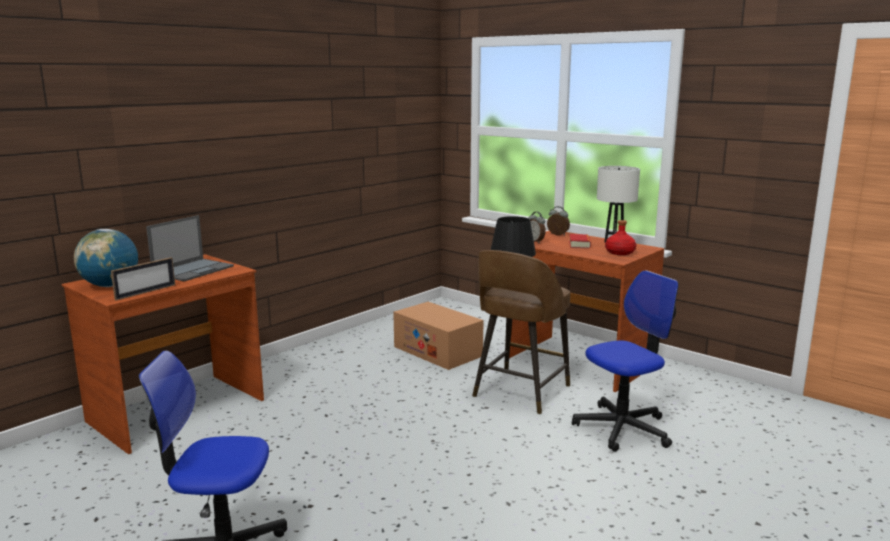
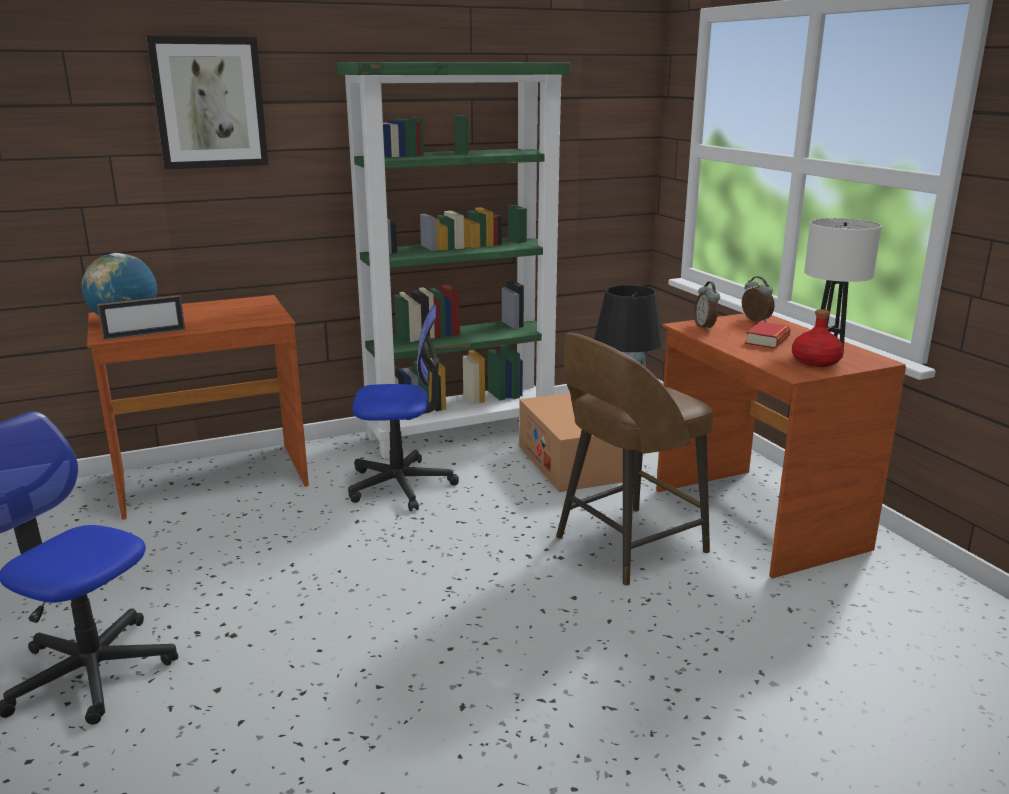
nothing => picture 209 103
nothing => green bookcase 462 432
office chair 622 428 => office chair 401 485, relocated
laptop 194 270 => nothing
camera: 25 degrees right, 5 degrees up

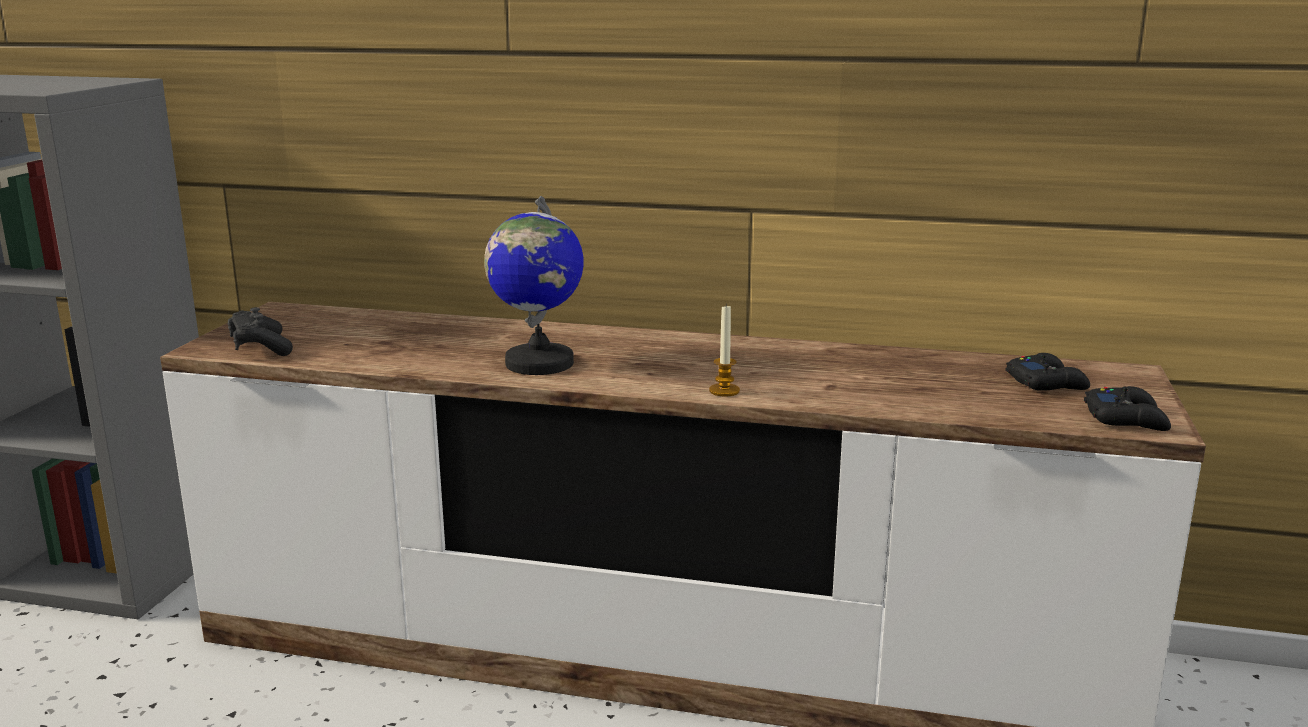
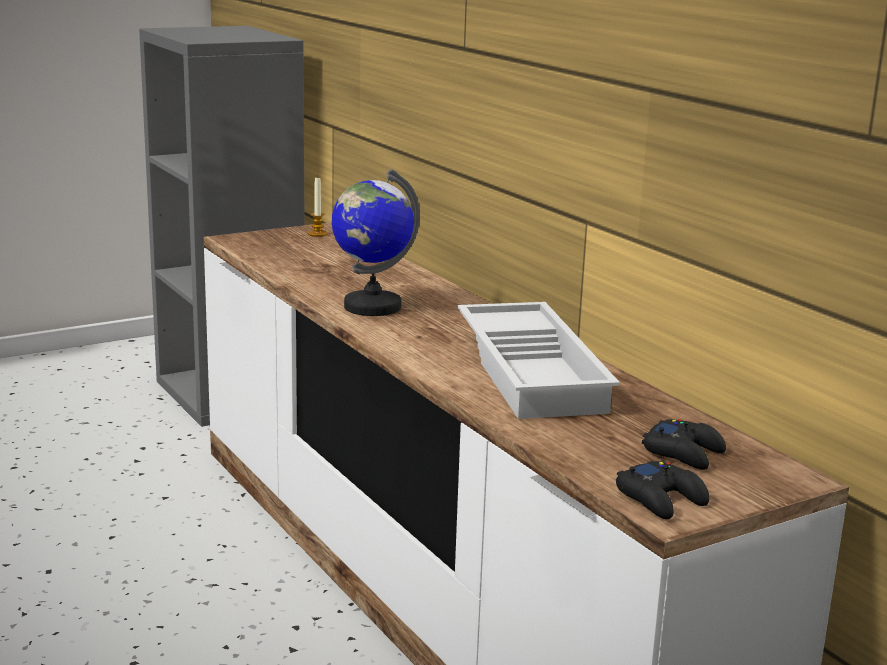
candle 724 391 => candle 317 234, relocated
nothing => white tray 534 372
black game controller 260 348 => nothing
camera: 45 degrees right, 0 degrees up

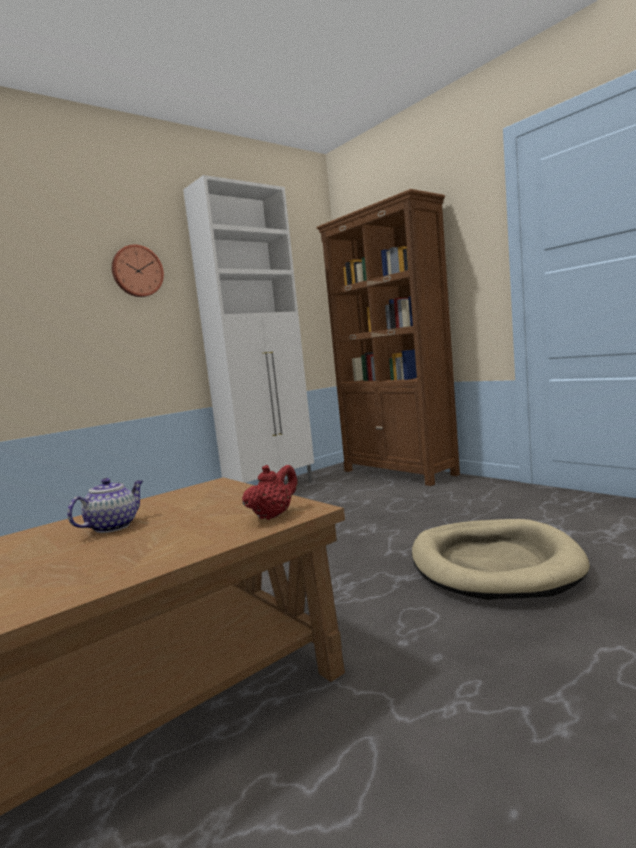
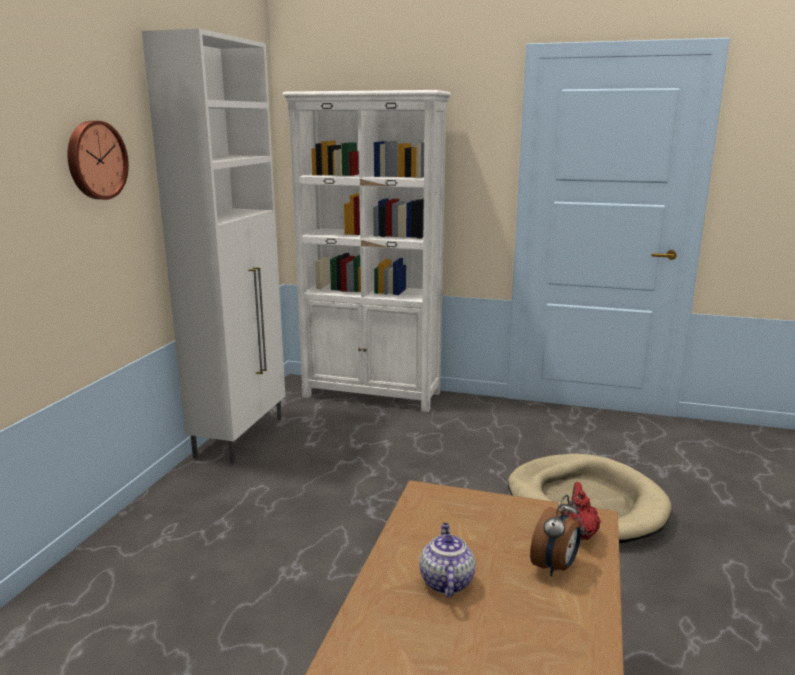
brown bookcase 399 473 => white bookcase 372 394
nothing => alarm clock 555 567
camera: 35 degrees left, 10 degrees up

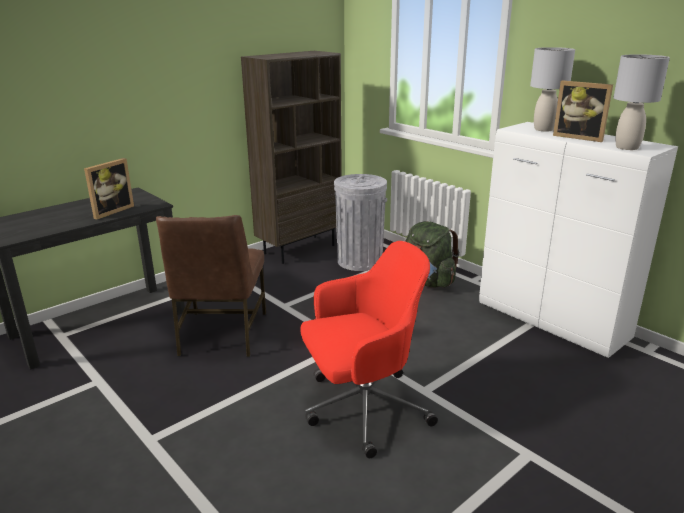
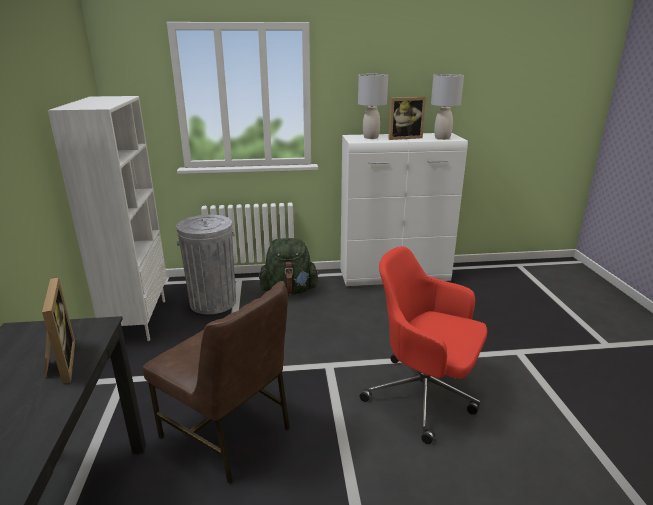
brown bookcase 299 249 => white bookcase 138 320
red office chair 362 409 => red office chair 424 396, 75 degrees counterclockwise
camera: 55 degrees left, 0 degrees up

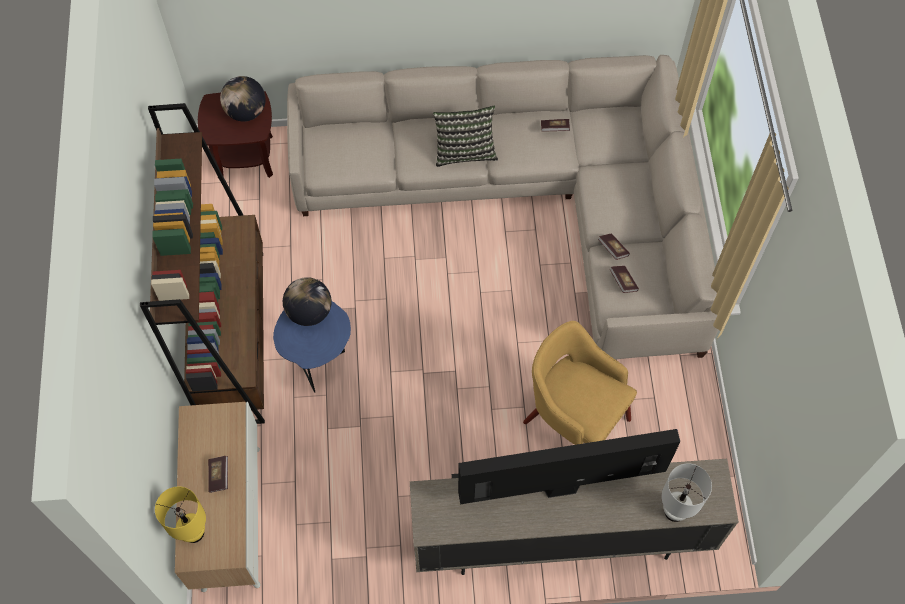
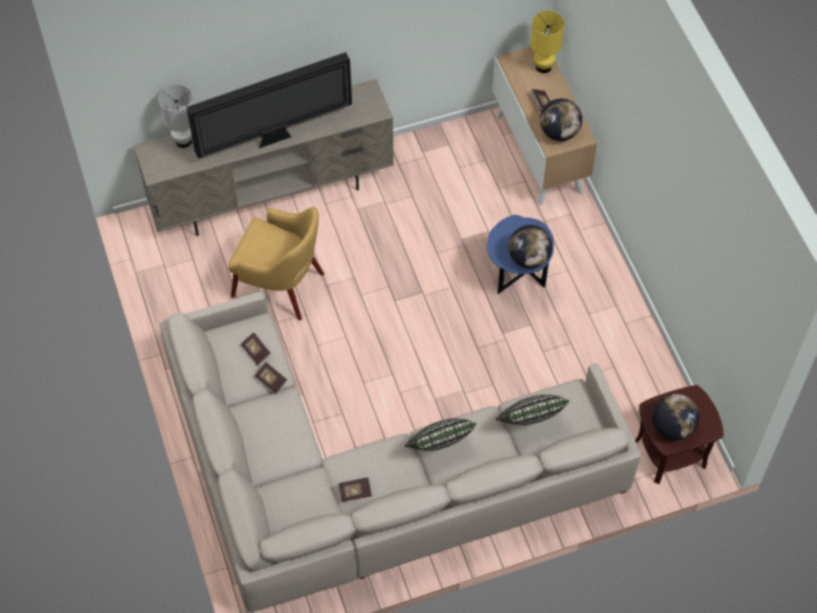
nothing => pillow 530 423
nothing => globe 559 132
brown bookcase 234 336 => nothing
camera: 165 degrees right, 5 degrees down

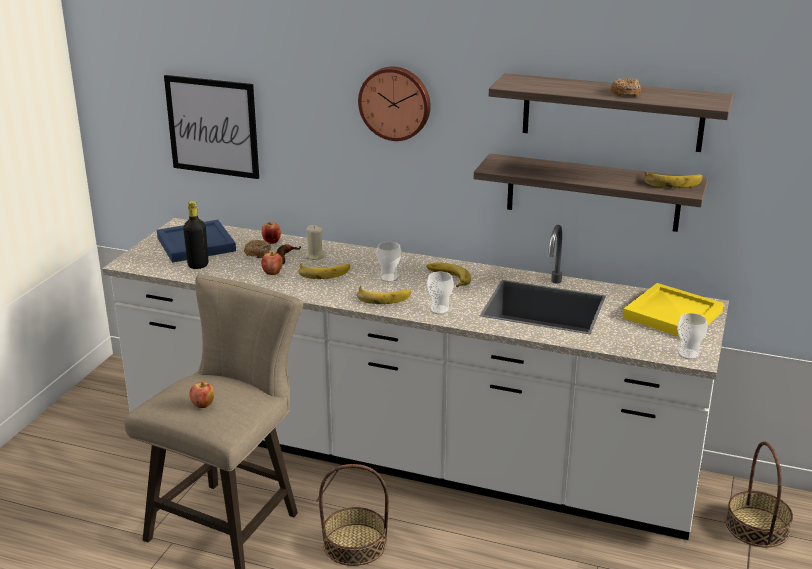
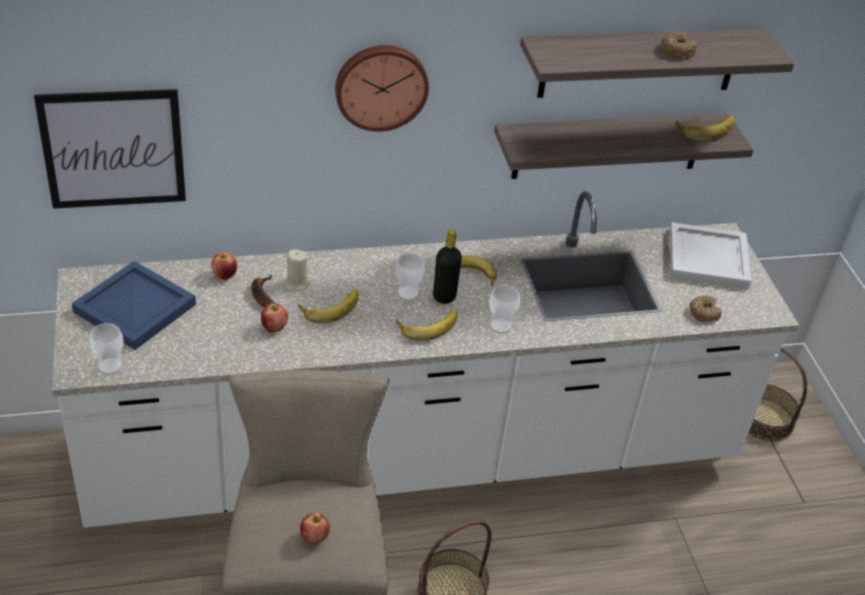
cup 688 354 => cup 110 366, relocated
black bottle 198 265 => black bottle 444 296, relocated
yellow tray 672 314 => white tray 706 258
donut 257 253 => donut 704 313, relocated
camera: 35 degrees left, 15 degrees up

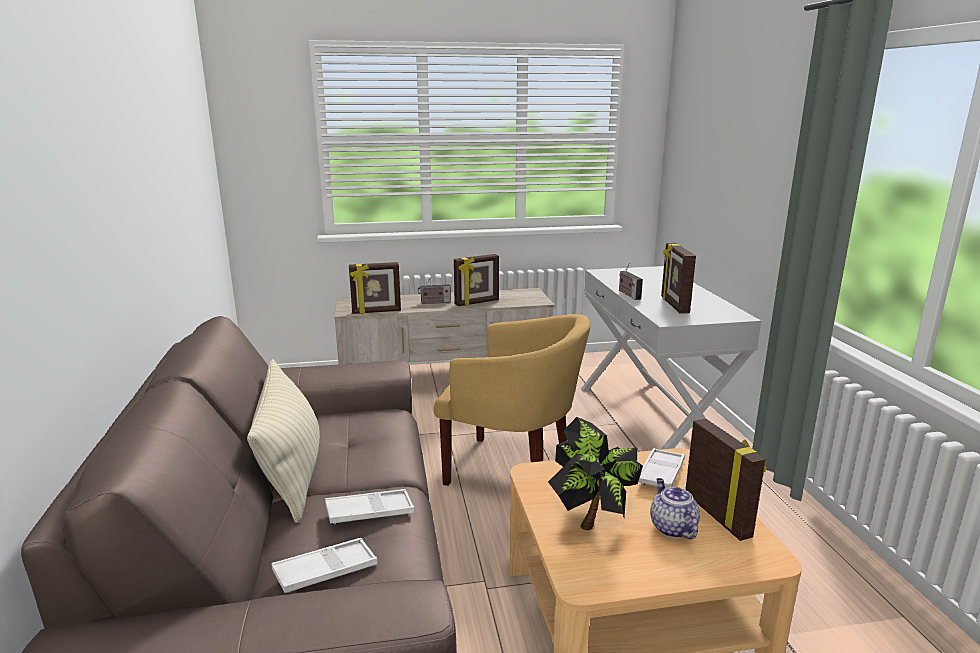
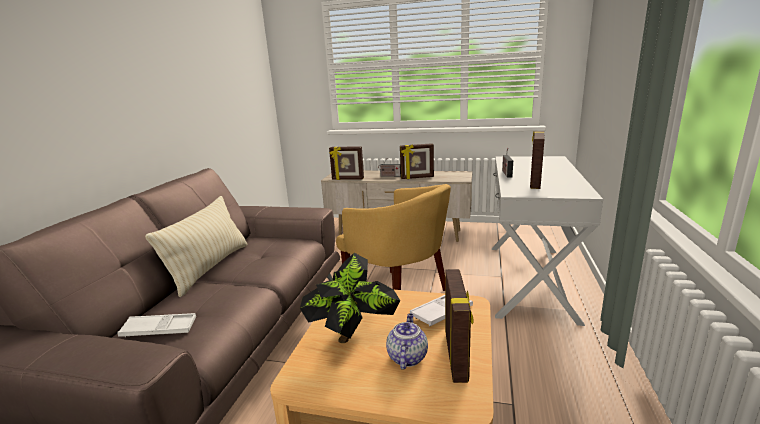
white tray 370 512 => nothing
camera: 25 degrees right, 0 degrees up

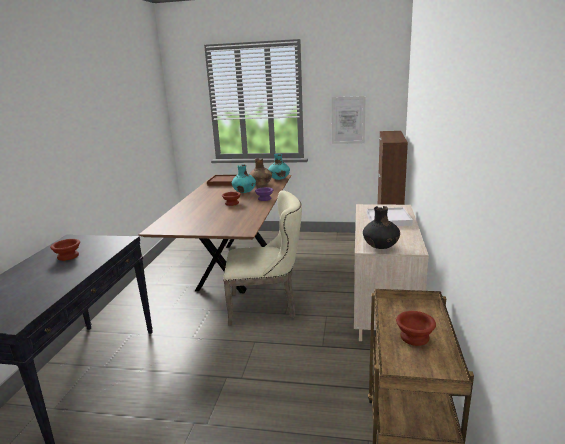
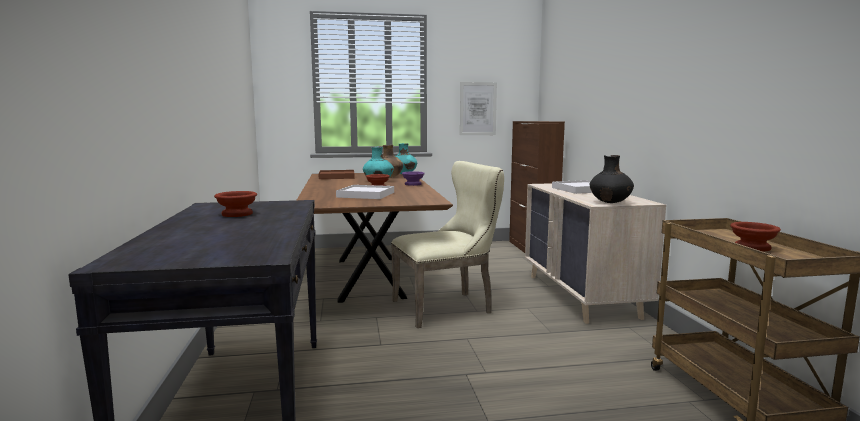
nothing => white tray 366 195
camera: 20 degrees left, 10 degrees down

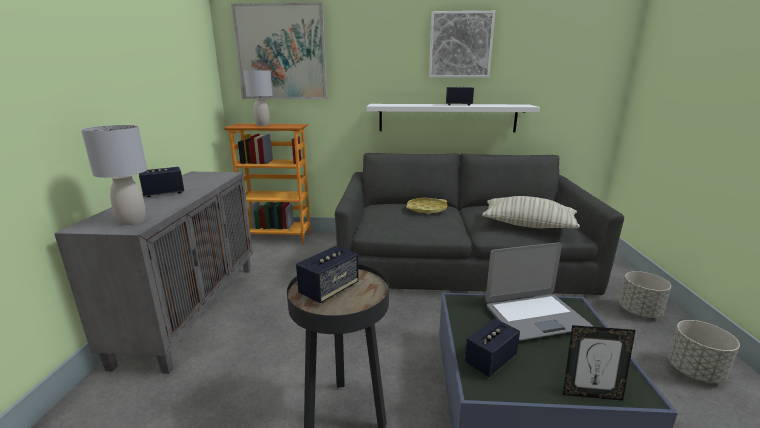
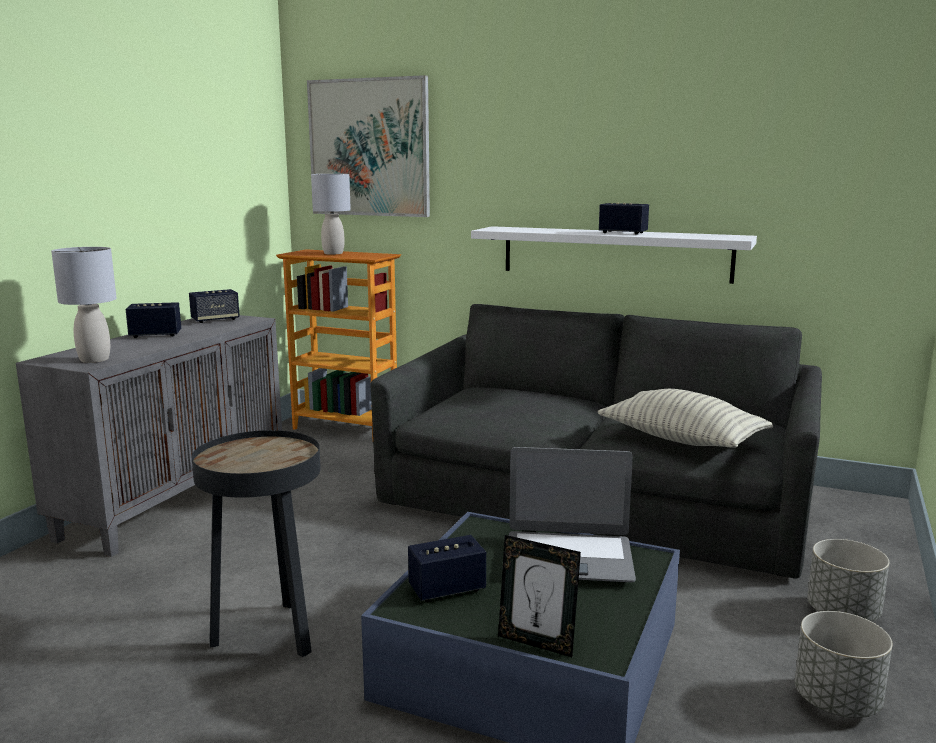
speaker 329 290 => speaker 215 320, relocated
yellow tray 426 209 => nothing
picture 460 45 => nothing
camera: 20 degrees right, 5 degrees down

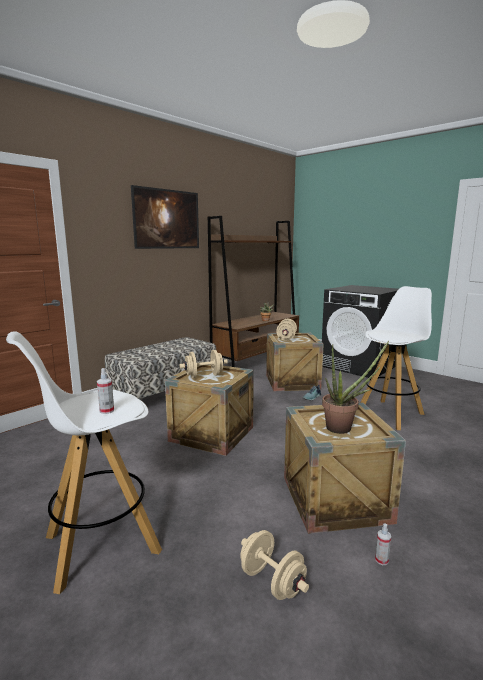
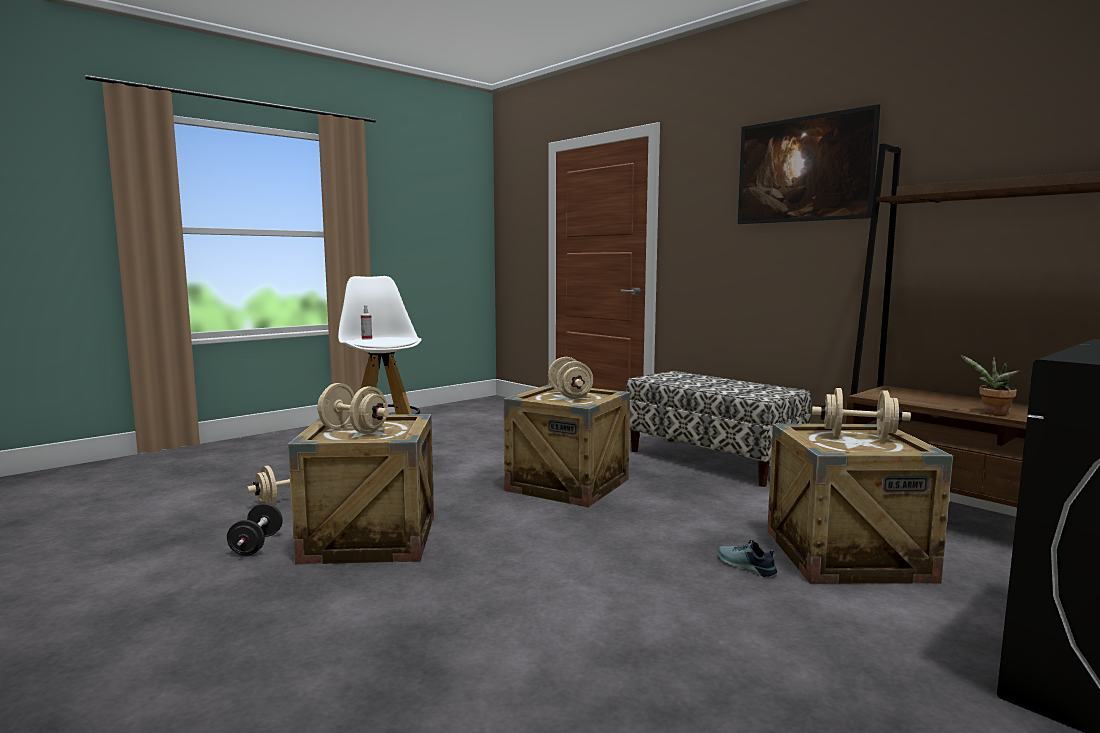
spray bottle 381 560 => black dumbbell 256 545
potted plant 344 428 => beige dumbbell 353 430
white stool 390 414 => nothing
camera: 95 degrees right, 5 degrees down

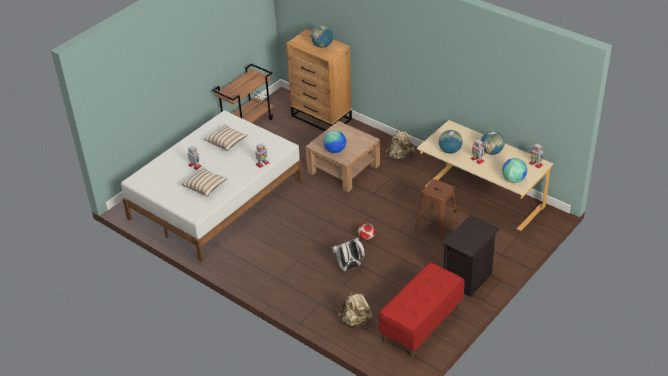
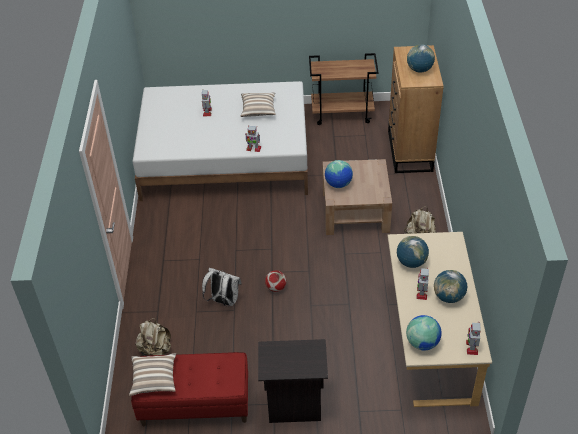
pillow 205 187 => pillow 154 379, relocated
brown stool 436 225 => nothing
camera: 50 degrees right, 5 degrees up

